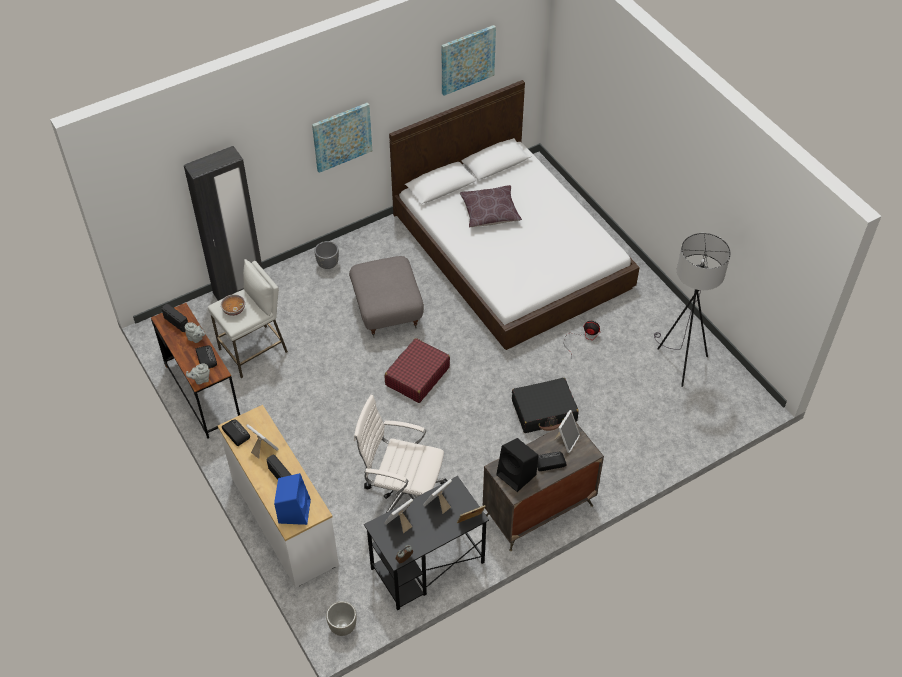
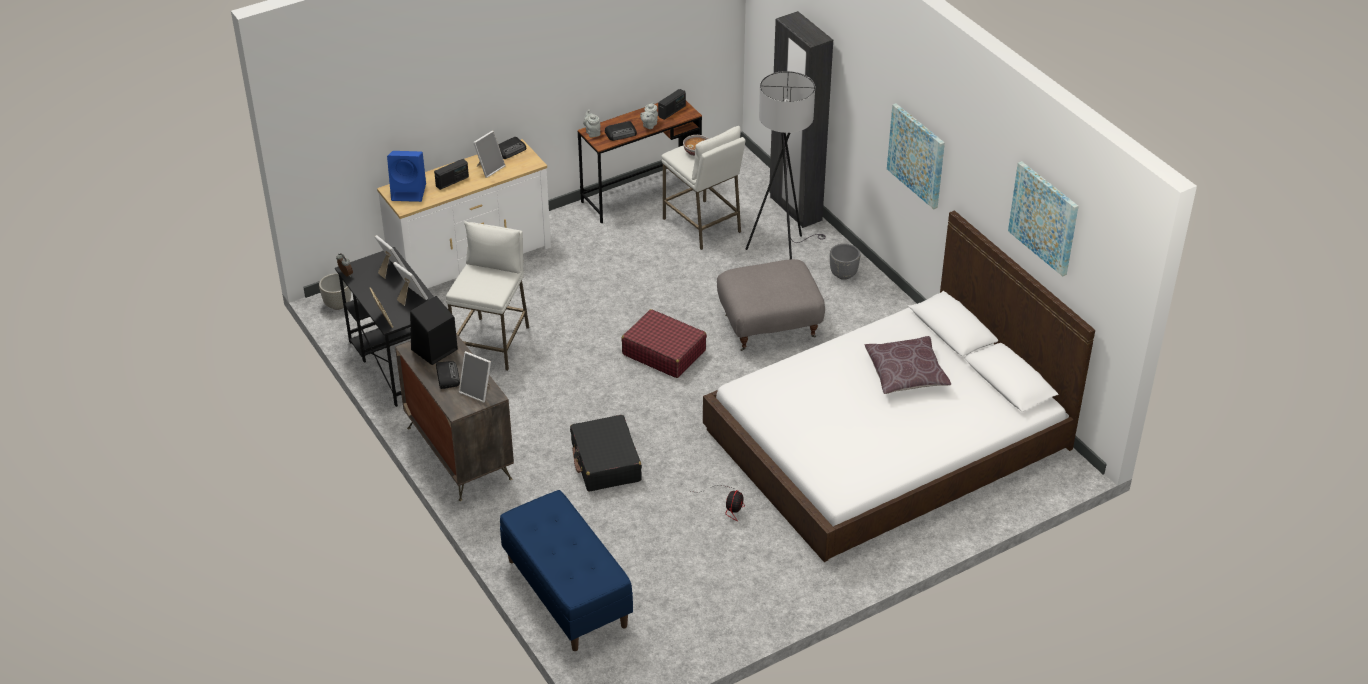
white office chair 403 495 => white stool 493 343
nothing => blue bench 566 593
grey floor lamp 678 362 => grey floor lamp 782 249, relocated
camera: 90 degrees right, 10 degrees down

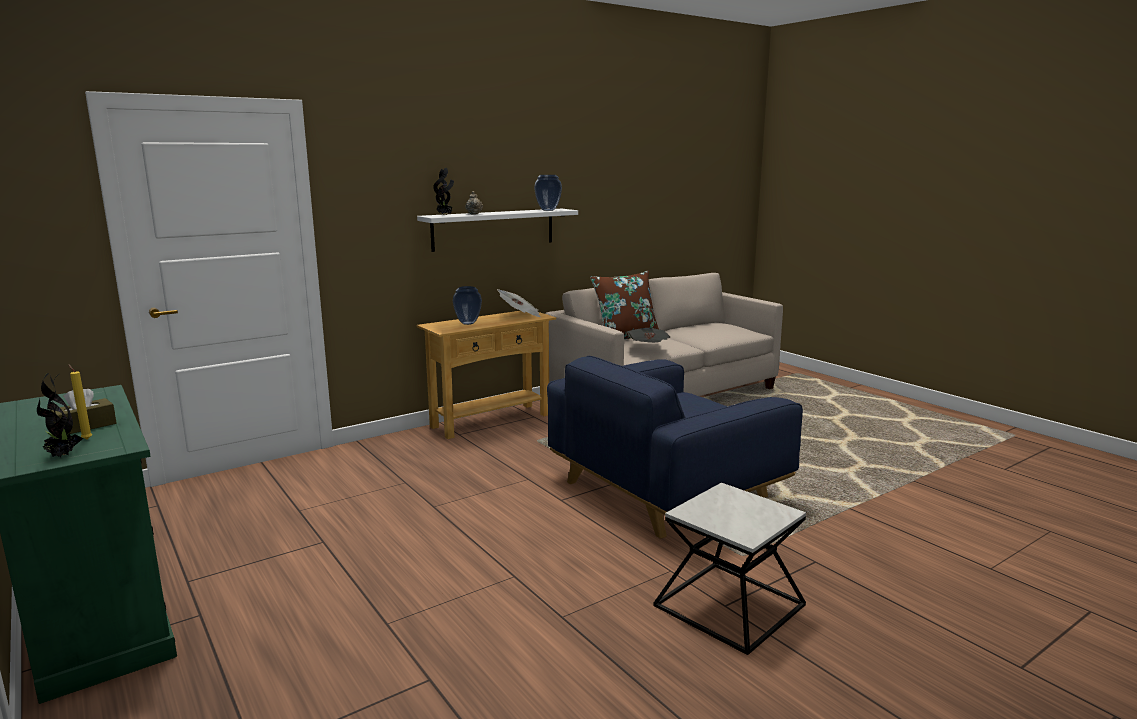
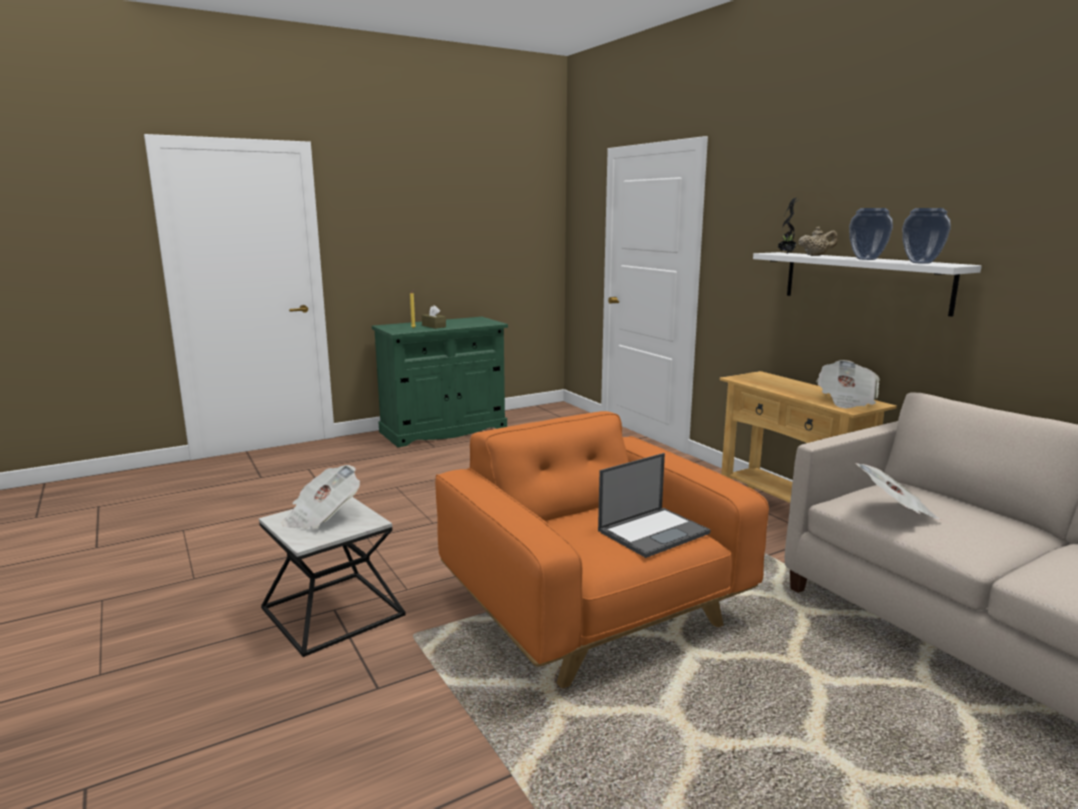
nothing => newspaper 322 516
blue armchair 666 489 => orange armchair 591 608
nothing => laptop 654 531
vase 468 323 => vase 867 259, relocated
potted plant 62 456 => nothing
brown pillow 625 338 => nothing
camera: 95 degrees right, 0 degrees up

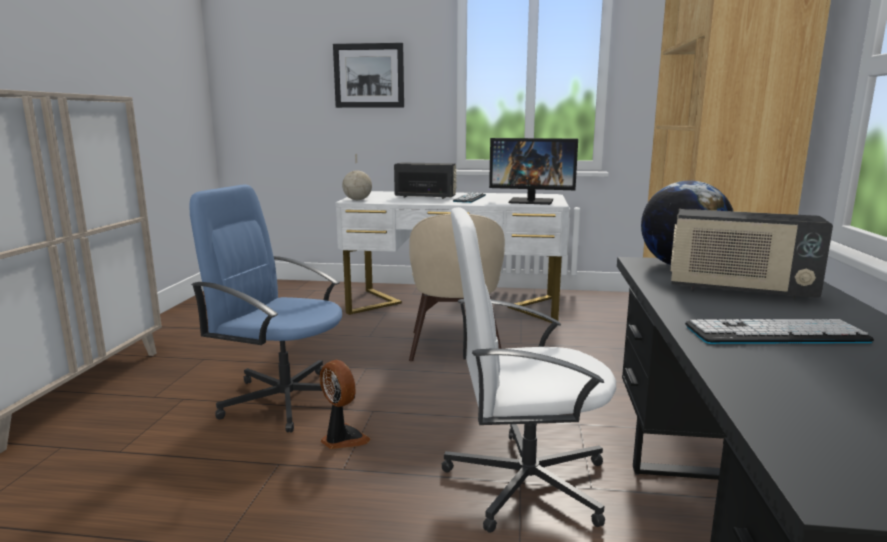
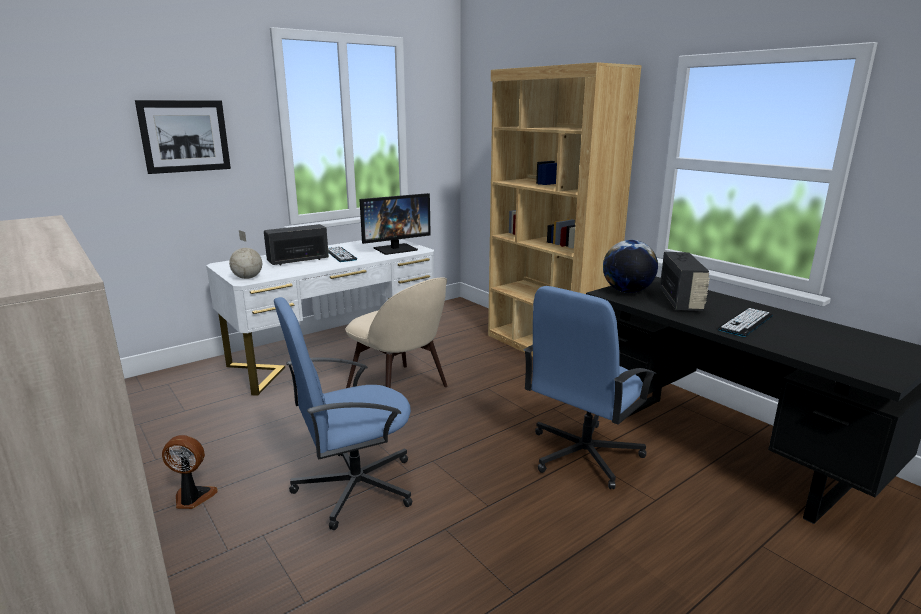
fan 342 439 => fan 192 498, relocated
white office chair 524 481 => blue office chair 583 455
radio 739 289 => radio 680 301, 60 degrees counterclockwise
camera: 45 degrees left, 5 degrees up

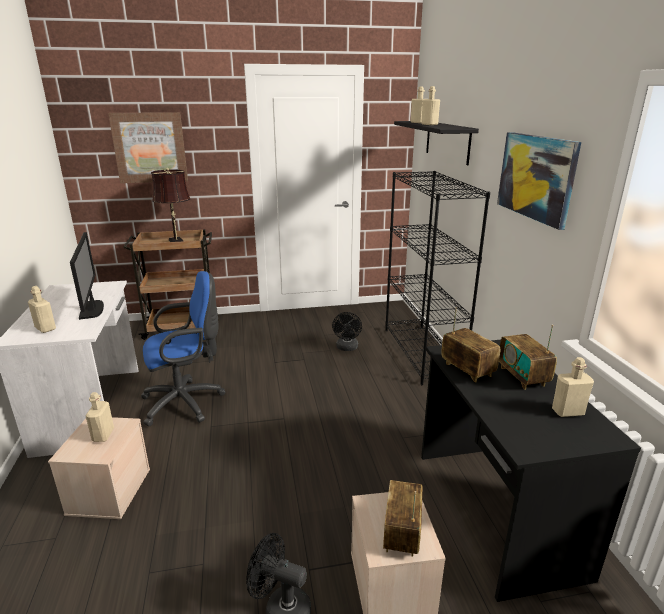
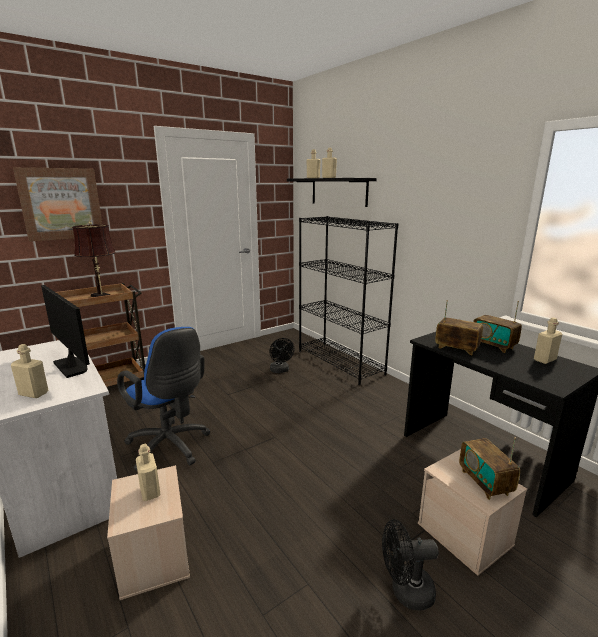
blue office chair 187 402 => blue office chair 170 448, 90 degrees clockwise
picture 536 177 => nothing
camera: 25 degrees left, 5 degrees down

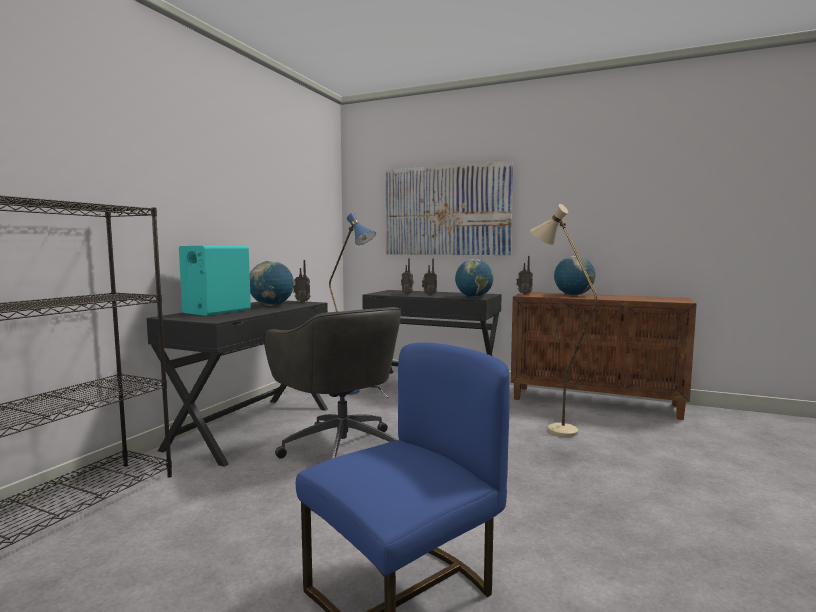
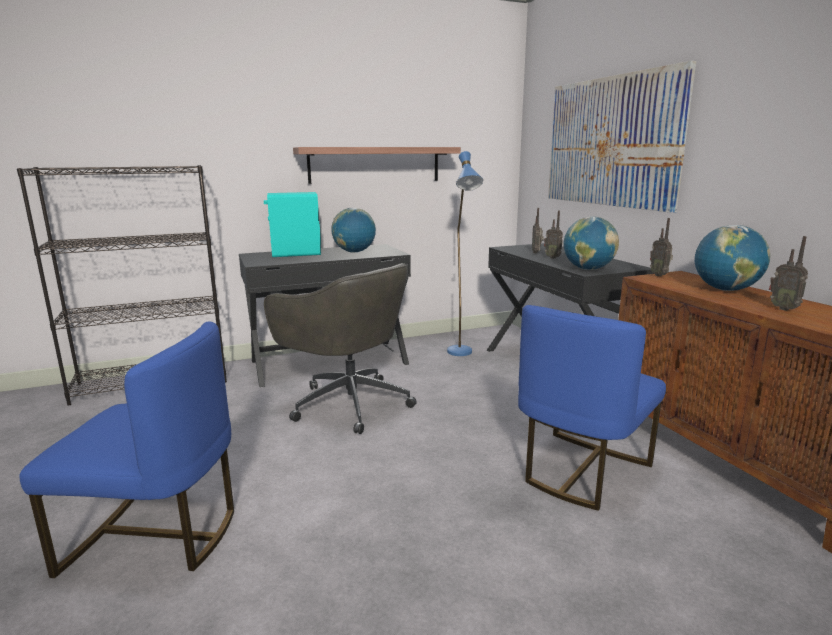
grey office chair 341 447 => grey office chair 348 403, 60 degrees counterclockwise
nothing => shelf 375 164
beige floor lamp 553 428 => blue chair 581 470
radio 302 302 => radio 784 308, relocated
camera: 45 degrees right, 10 degrees up

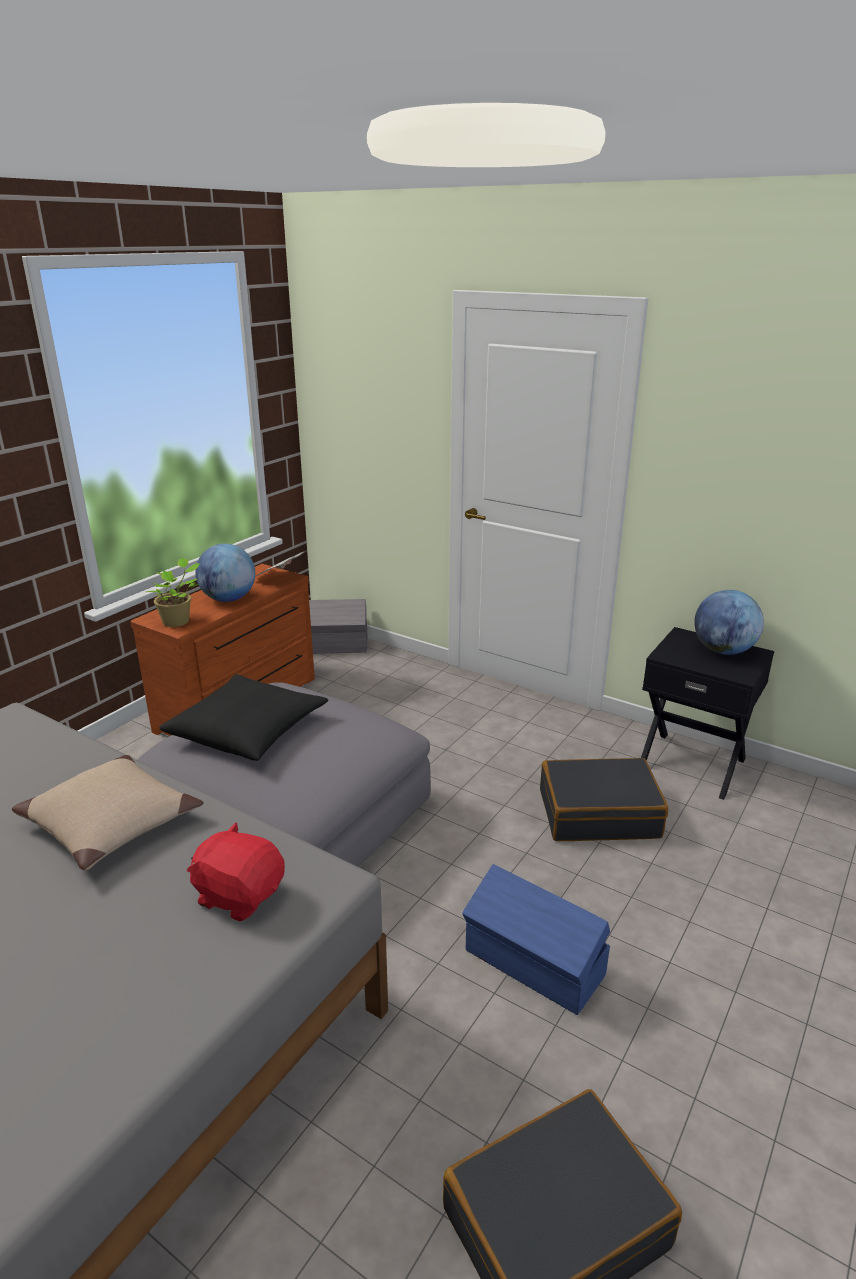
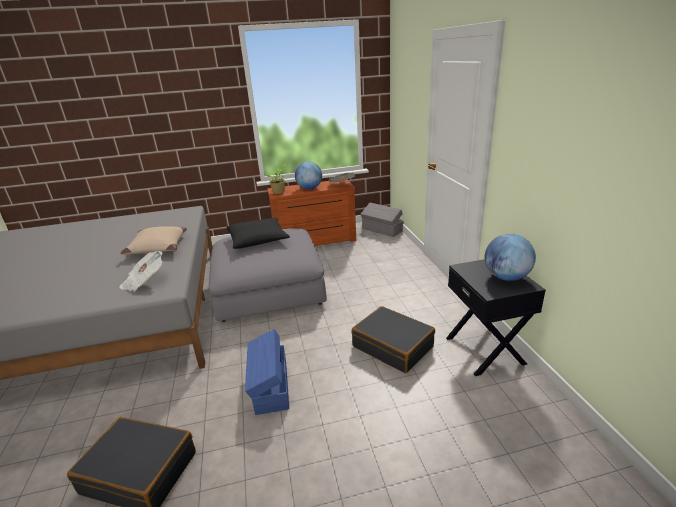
red plush toy 240 895 => newspaper 144 282
camera: 45 degrees right, 0 degrees up

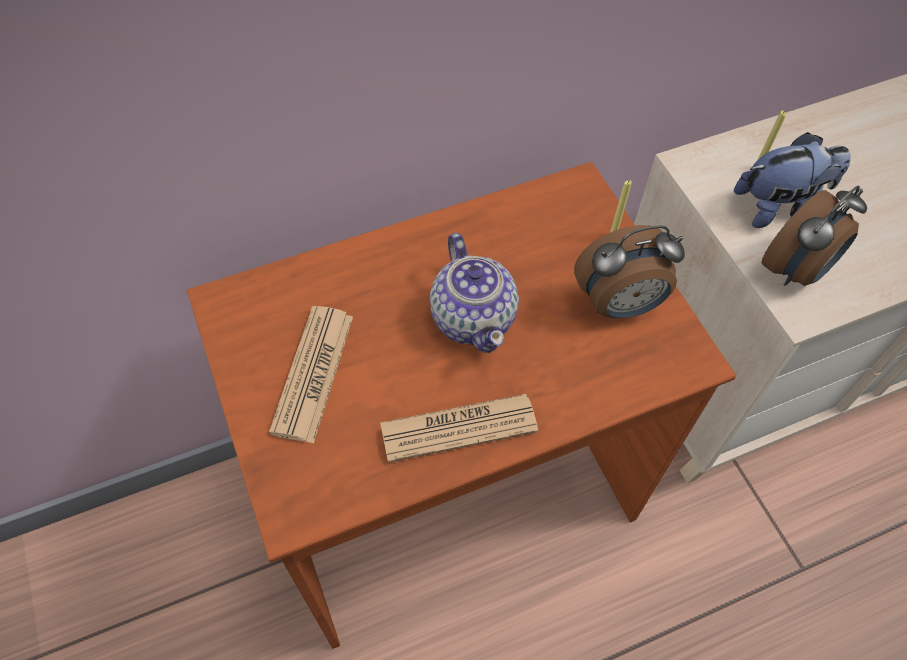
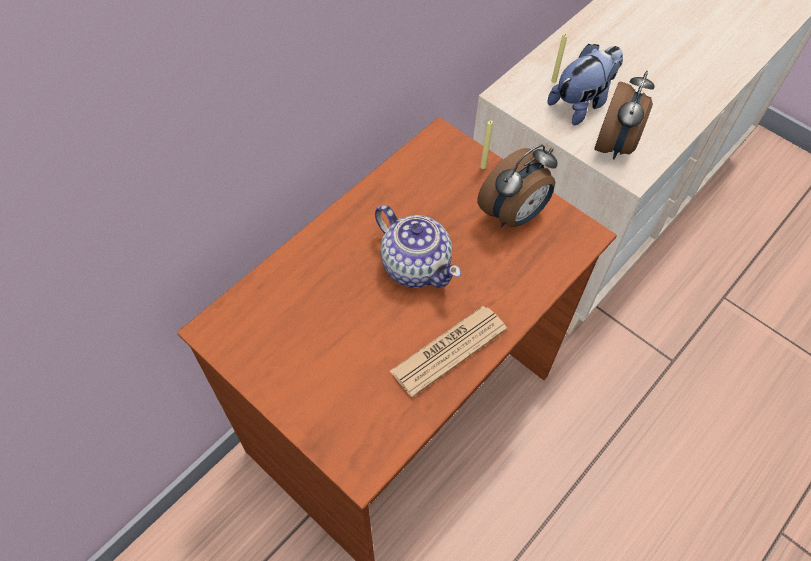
newspaper 313 373 => nothing
camera: 25 degrees left, 0 degrees up

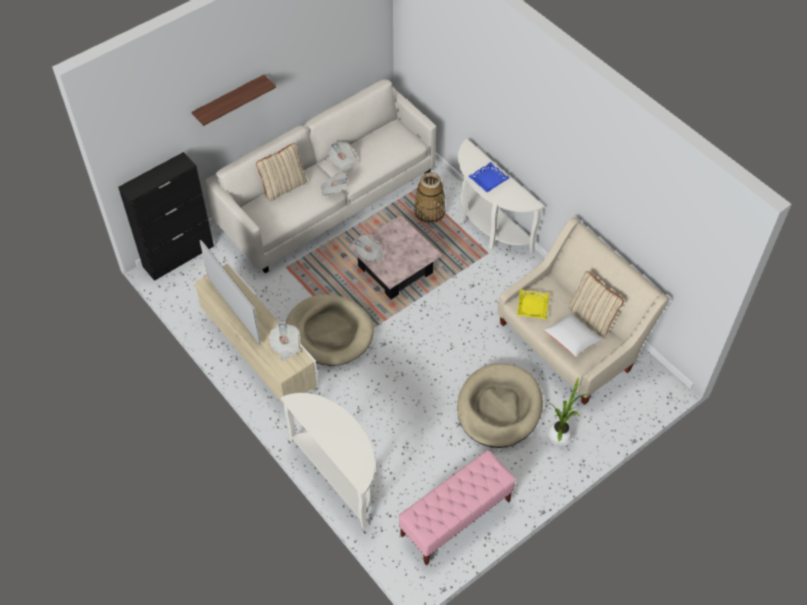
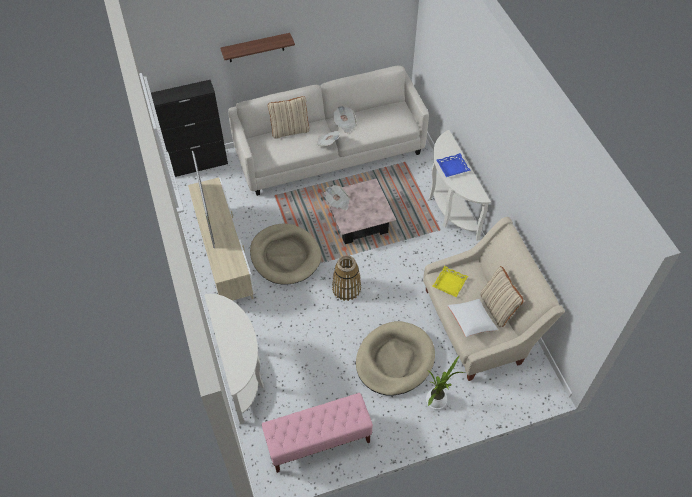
basket 429 212 => basket 346 288, relocated
newspaper 285 346 => nothing
camera: 20 degrees right, 0 degrees up

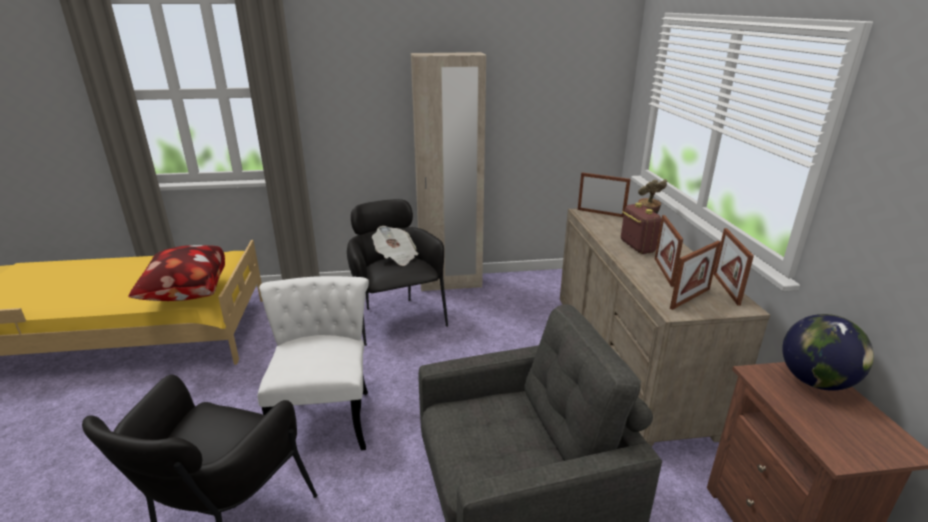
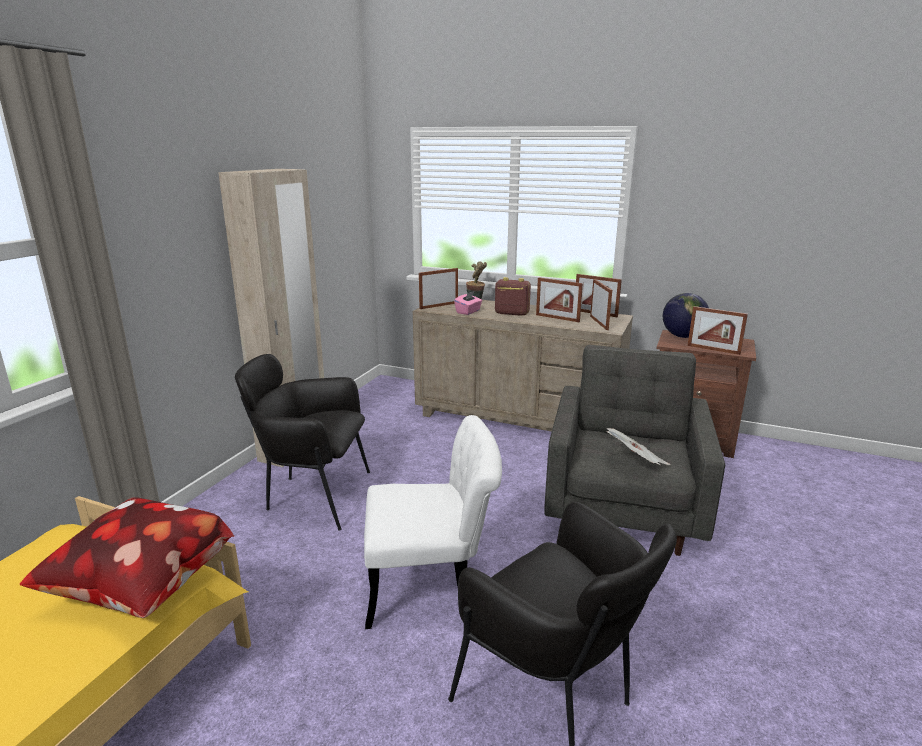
white chair 325 413 => white chair 433 586, 150 degrees clockwise
nothing => pink tissue box 468 312
newspaper 396 256 => newspaper 636 462, relocated
nothing => picture frame 713 349
camera: 60 degrees left, 5 degrees down

